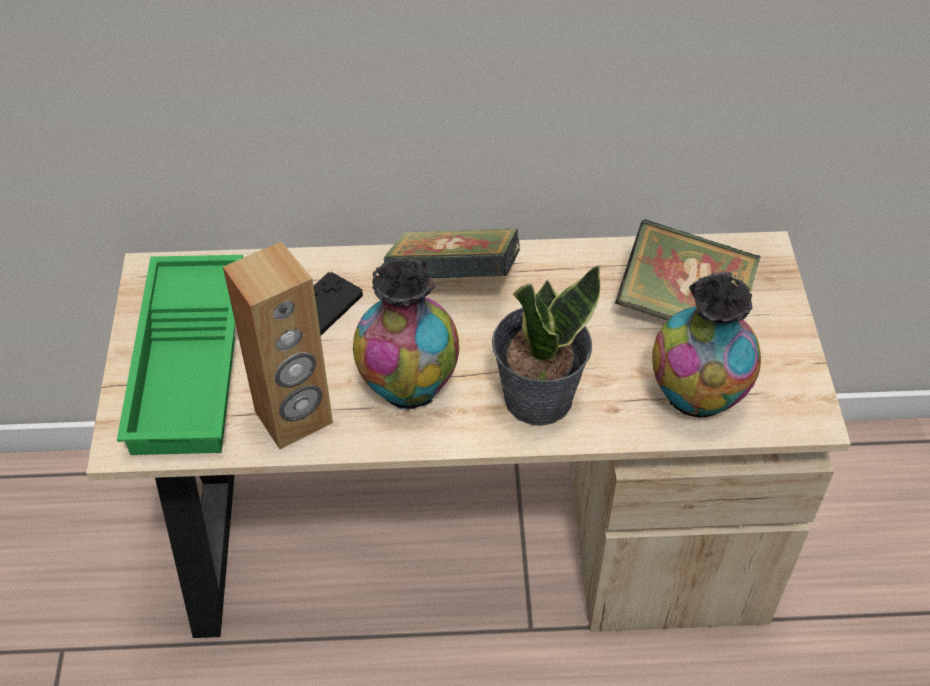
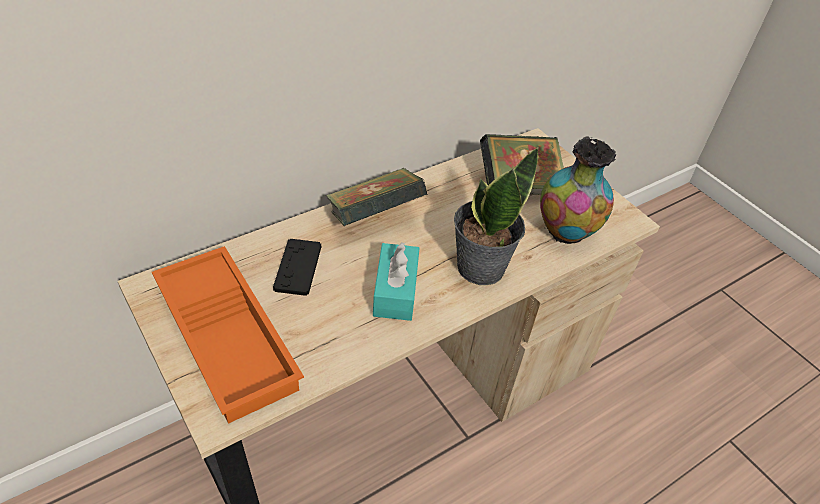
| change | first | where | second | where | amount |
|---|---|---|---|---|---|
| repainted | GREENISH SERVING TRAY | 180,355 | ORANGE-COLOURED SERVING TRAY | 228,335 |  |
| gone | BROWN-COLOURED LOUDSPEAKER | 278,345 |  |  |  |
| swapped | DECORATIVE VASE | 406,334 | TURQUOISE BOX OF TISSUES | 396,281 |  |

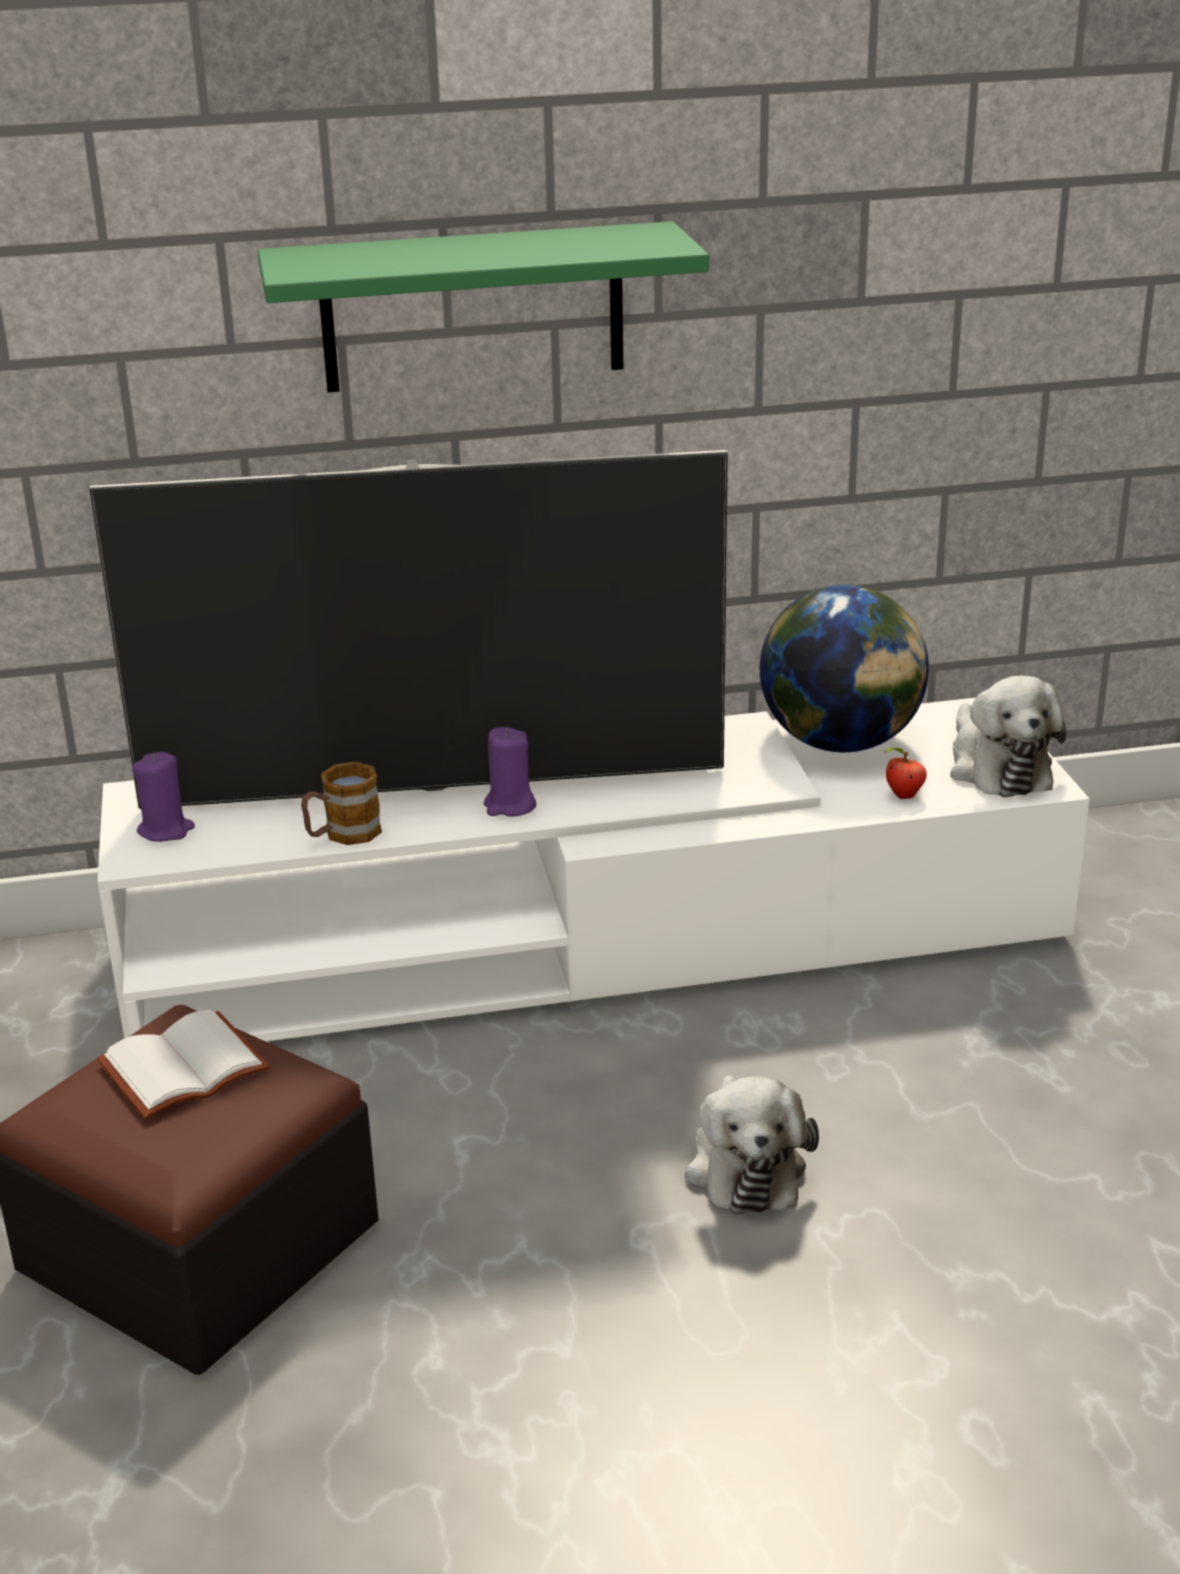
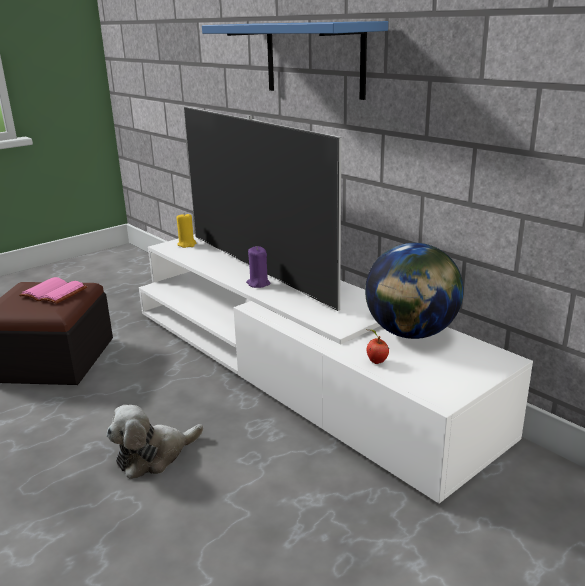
| change | first | where | second | where | amount |
|---|---|---|---|---|---|
| repainted | WHITE BOUND BOOK | 183,1064 | PINK BOUND BOOK | 53,290 |  |
| repainted | PURPLE WAX CANDLE | 163,797 | YELLOW WAX CANDLE | 187,230 |  |
| repainted | GREENISH WALL SHELF | 483,306 | BLUE-COLOURED WALL SHELF | 295,60 |  |
| gone | COFFEE MUG | 341,803 |  |  |  |
| gone | CUDDLY TOY | 1008,736 |  |  |  |

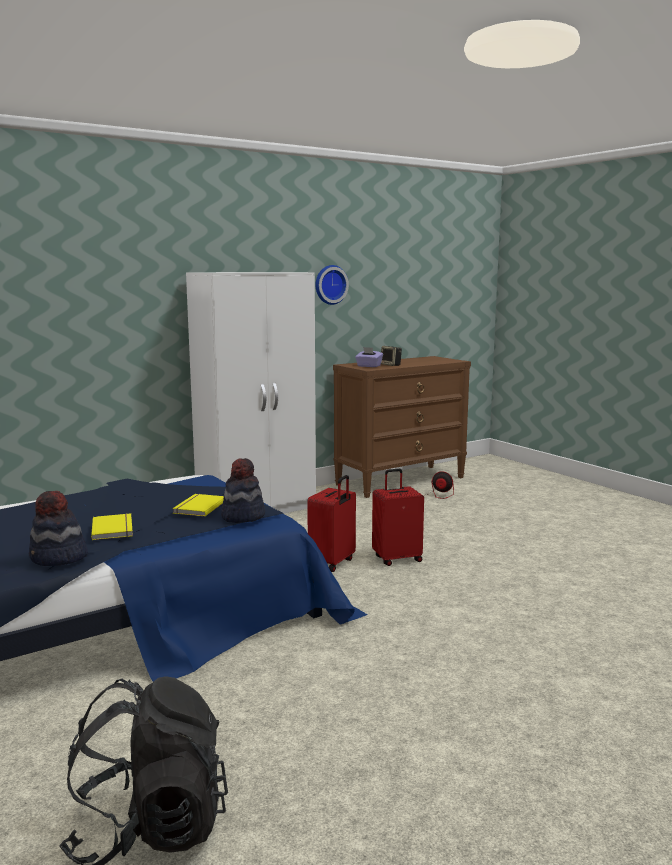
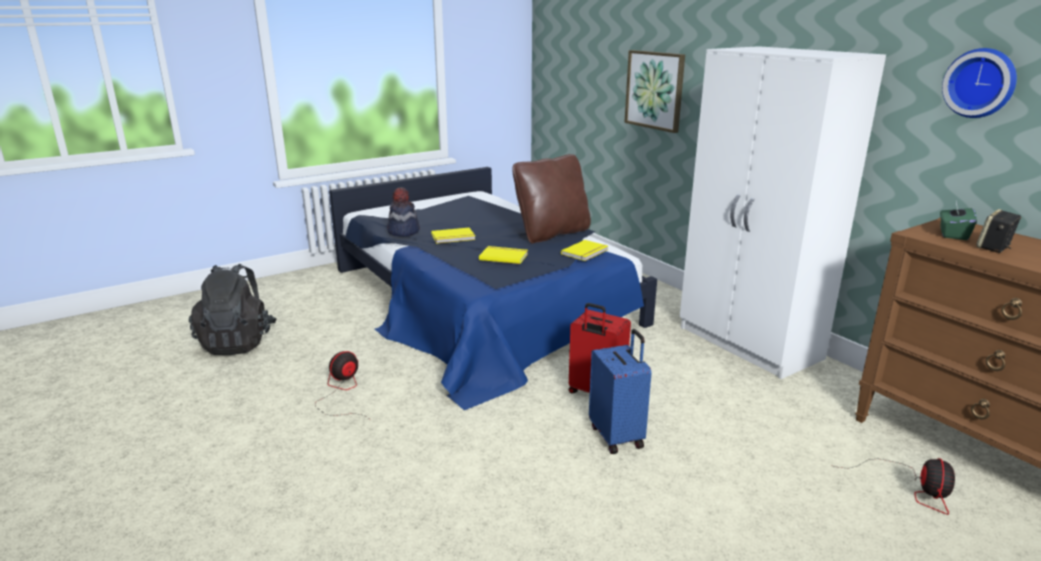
| change | first | where | second | where | amount |
|---|---|---|---|---|---|
| gone | CLOTHING HAT | 243,490 |  |  |  |
| repainted | PURPLE BOX OF TISSUES | 369,357 | GREENISH BOX OF TISSUES | 958,220 |  |
| repainted | REDDISH PIECE OF LUGGAGE | 398,517 | BLUE-COLOURED PIECE OF LUGGAGE | 620,391 |  |
| new |  |  | FAN | 343,385 |  |
| new |  |  | BROWN-COLOURED CUSHION | 552,199 |  |
| new |  |  | YELLOW BOUND BOOK | 584,250 |  |
| new |  |  | PICTURE | 654,91 |  |

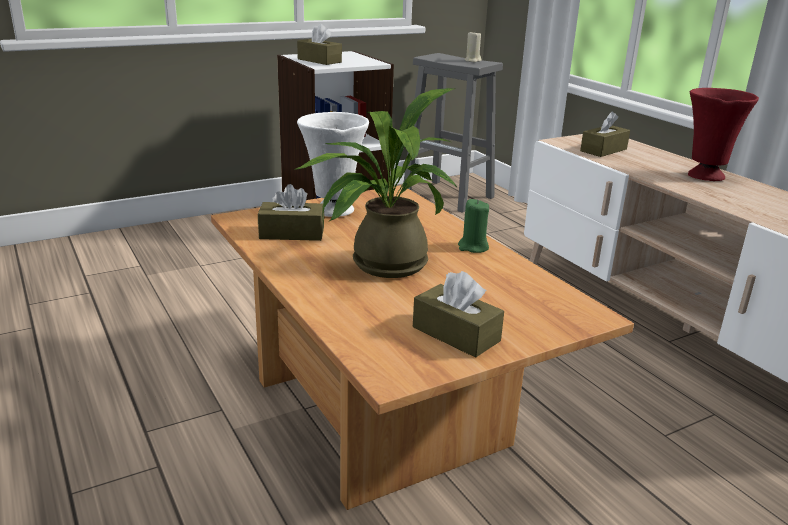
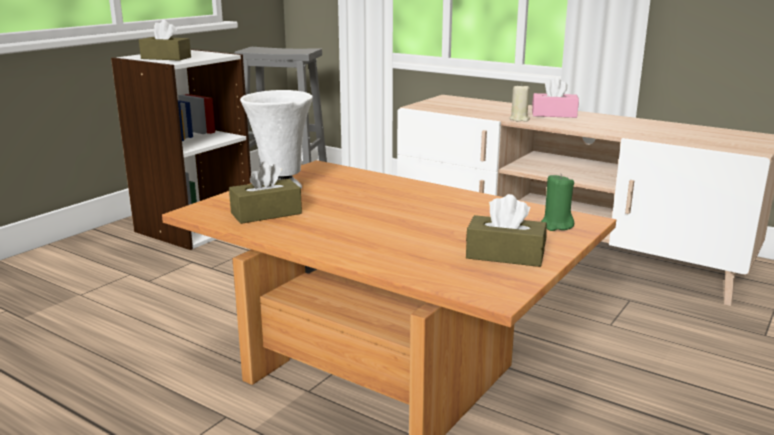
| change | first | where | second | where | amount |
|---|---|---|---|---|---|
| gone | PLANT IN A POT | 375,183 |  |  |  |
| shifted | GREENISH WAX CANDLE | 473,226 |  | 557,202 |  |
| shifted | SAND-COLOURED WAX CANDLE | 472,46 |  | 519,102 |  |
| gone | BROWN-COLOURED BOX OF TISSUES | 605,134 |  |  |  |
| swapped | REDDISH DECORATIVE VASE | 723,134 | PINK BOX OF TISSUES | 555,97 |  |

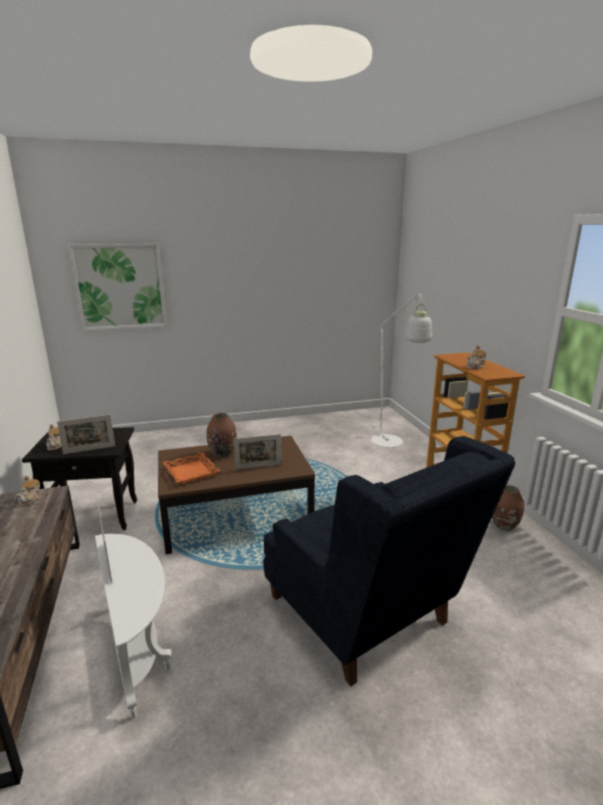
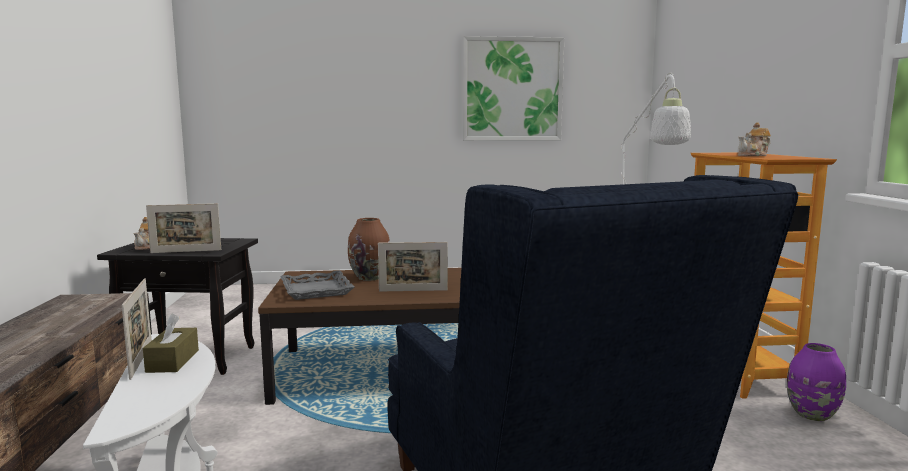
| change | first | where | second | where | amount |
|---|---|---|---|---|---|
| gone | TEAPOT | 28,491 |  |  |  |
| shifted | PICTURE | 117,287 |  | 513,88 |  |
| repainted | ORANGE-COLOURED SERVING TRAY | 191,468 | GREYISH SERVING TRAY | 317,285 |  |
| repainted | BROWN-COLOURED DECORATIVE VASE | 508,508 | PURPLE DECORATIVE VASE | 816,382 |  |
| new |  |  | BROWN-COLOURED BOX OF TISSUES | 171,343 |  |

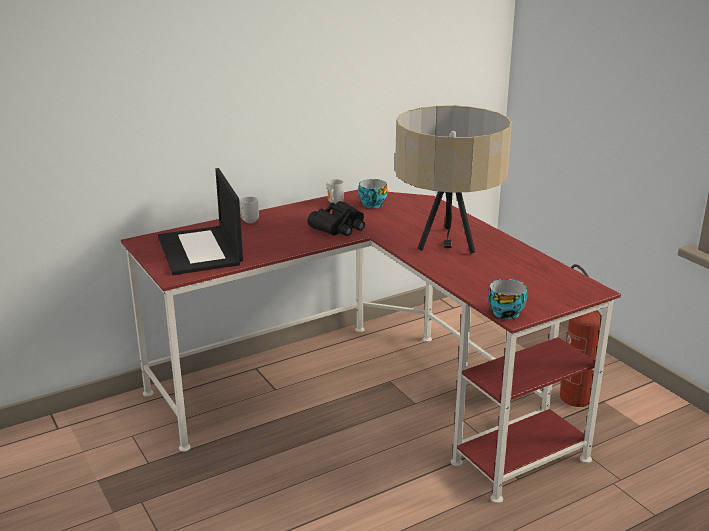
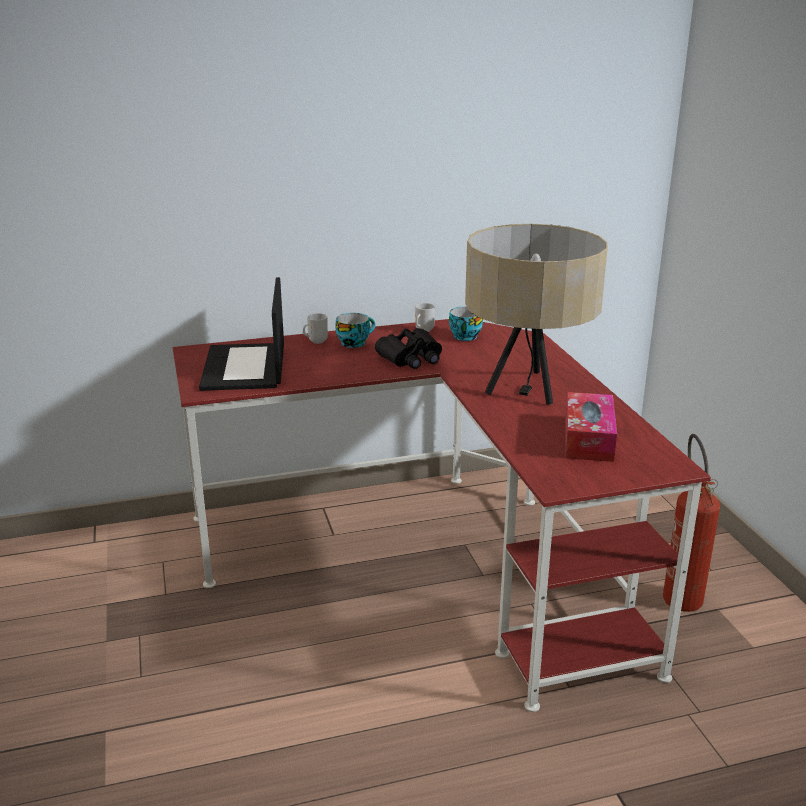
| change | first | where | second | where | amount |
|---|---|---|---|---|---|
| shifted | CUP | 507,299 |  | 355,330 |  |
| new |  |  | BOX OF TISSUES | 591,427 |  |

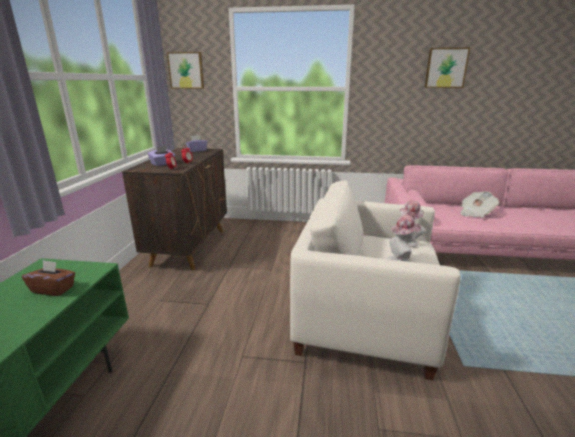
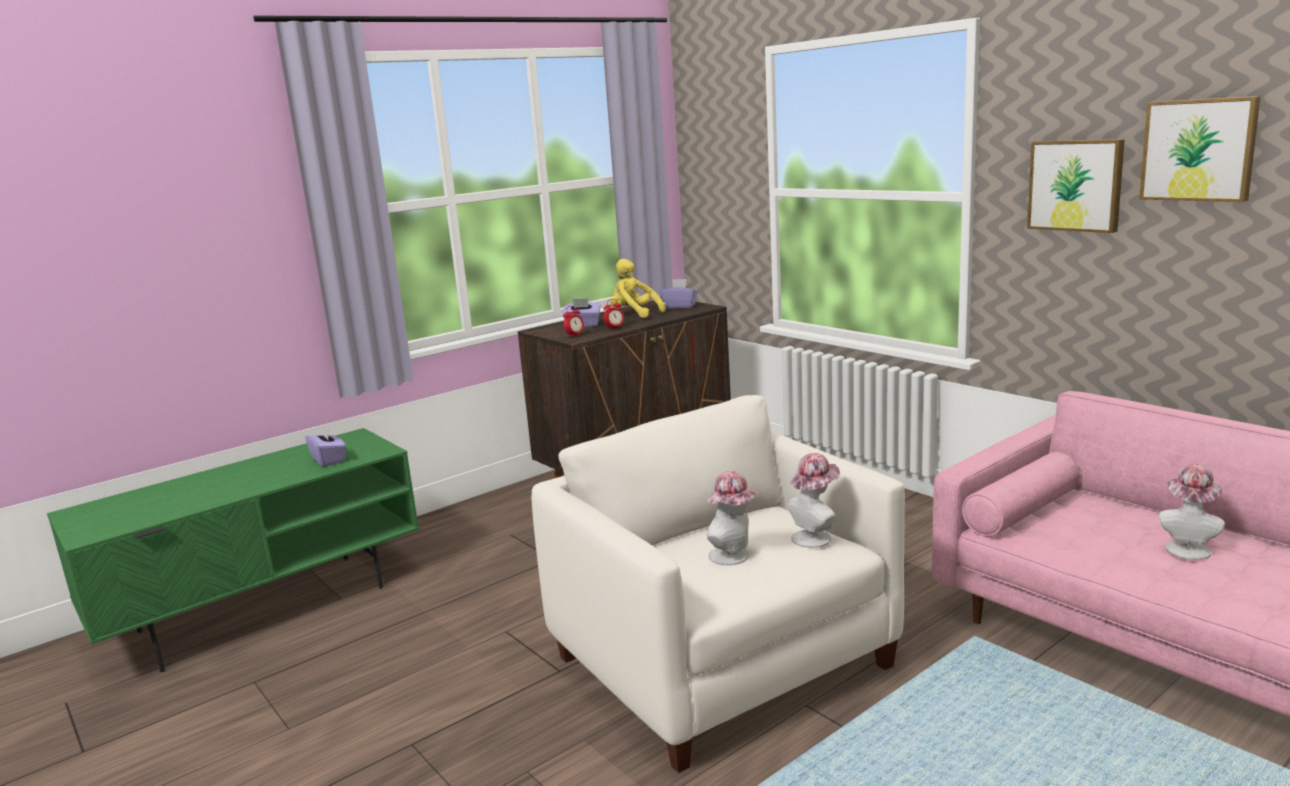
| change | first | where | second | where | amount |
|---|---|---|---|---|---|
| repainted | BROWN-COLOURED BOX OF TISSUES | 48,278 | PURPLE BOX OF TISSUES | 325,446 |  |
| shifted | PICTURE | 185,70 |  | 1076,186 |  |
| swapped | PRINTED PAPER | 479,204 | CLOTHING HAT | 1192,512 |  |
| new |  |  | YELLOW CUDDLY TOY | 638,288 |  |

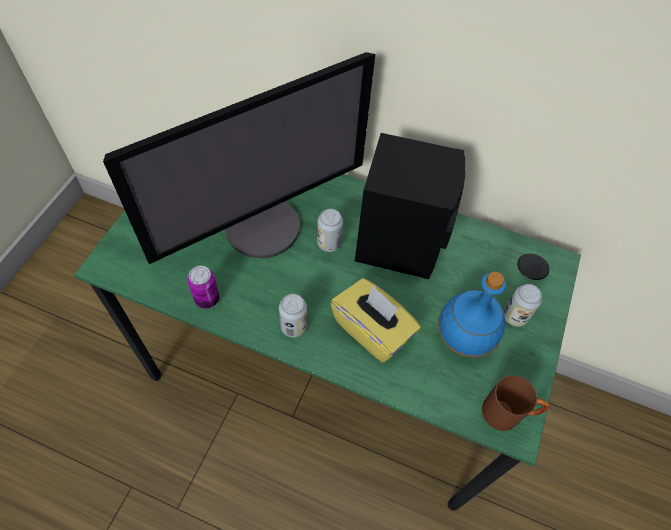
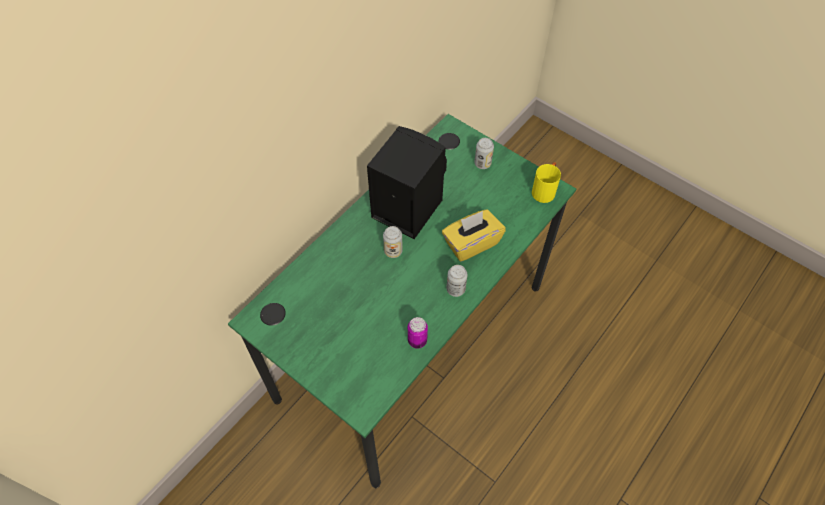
| change | first | where | second | where | amount |
|---|---|---|---|---|---|
| gone | COMPUTER SCREEN | 239,158 |  |  |  |
| gone | BLUE-COLOURED BEVERAGE BOTTLE | 472,315 |  |  |  |
| repainted | BROWN-COLOURED COFFEE MUG | 516,403 | YELLOW COFFEE MUG | 546,182 |  |

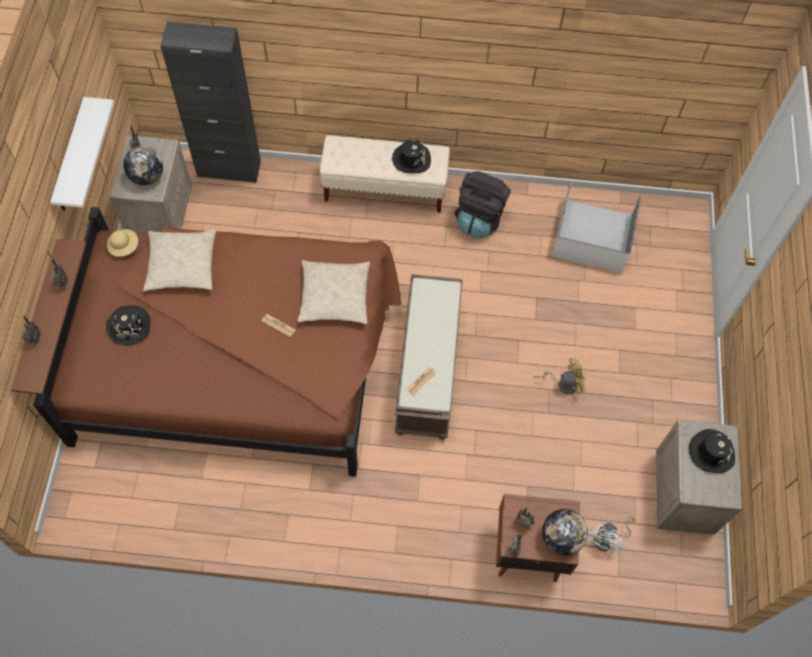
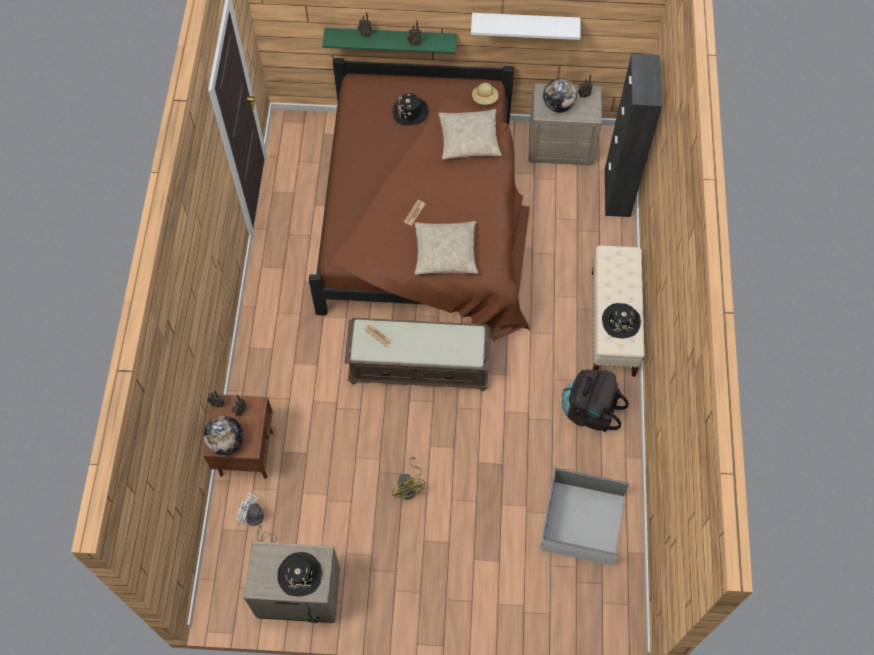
| change | first | where | second | where | amount |
|---|---|---|---|---|---|
| repainted | BROWN-COLOURED WALL SHELF | 49,317 | GREENISH WALL SHELF | 389,41 |  |

